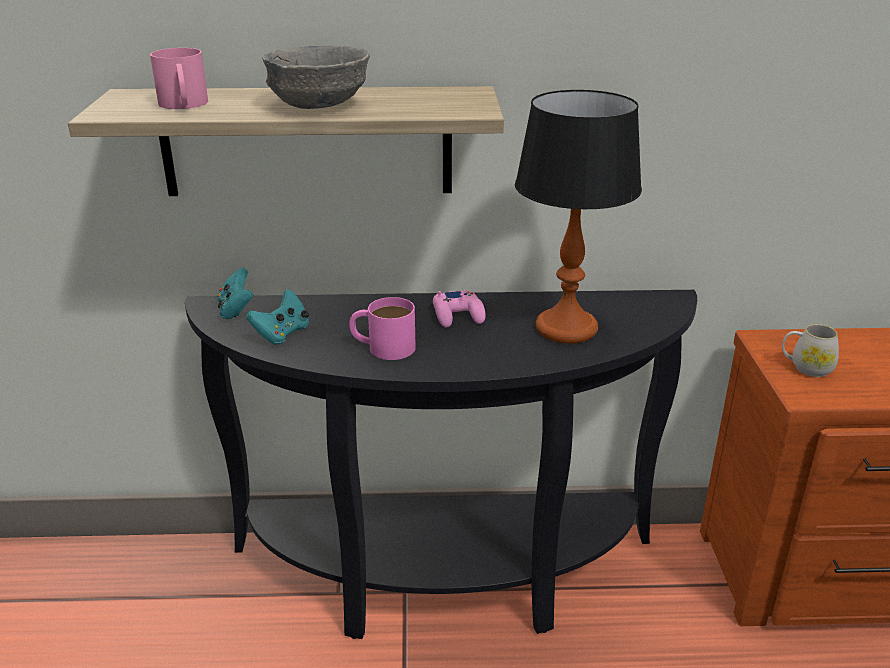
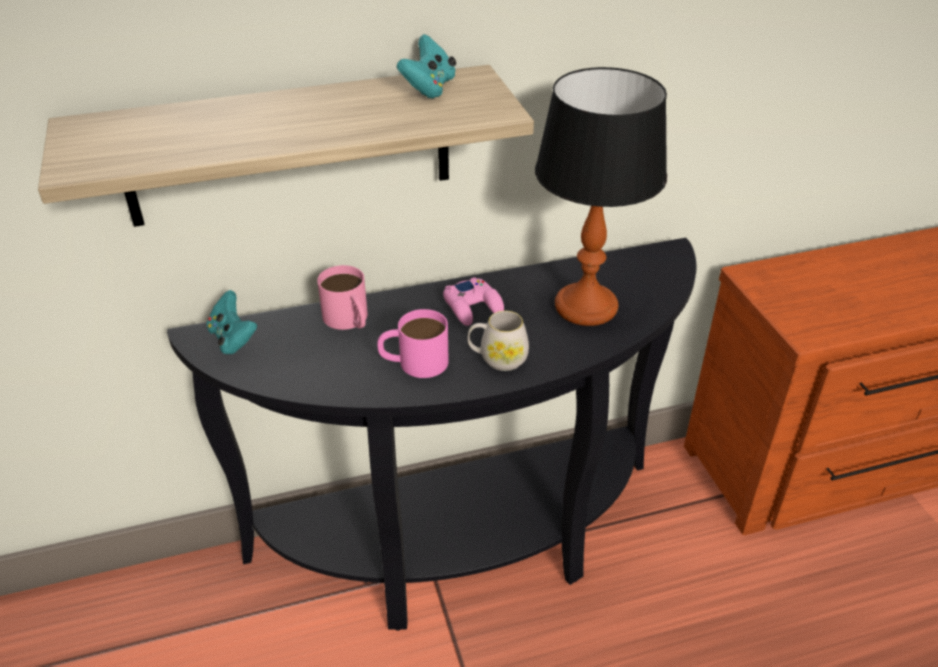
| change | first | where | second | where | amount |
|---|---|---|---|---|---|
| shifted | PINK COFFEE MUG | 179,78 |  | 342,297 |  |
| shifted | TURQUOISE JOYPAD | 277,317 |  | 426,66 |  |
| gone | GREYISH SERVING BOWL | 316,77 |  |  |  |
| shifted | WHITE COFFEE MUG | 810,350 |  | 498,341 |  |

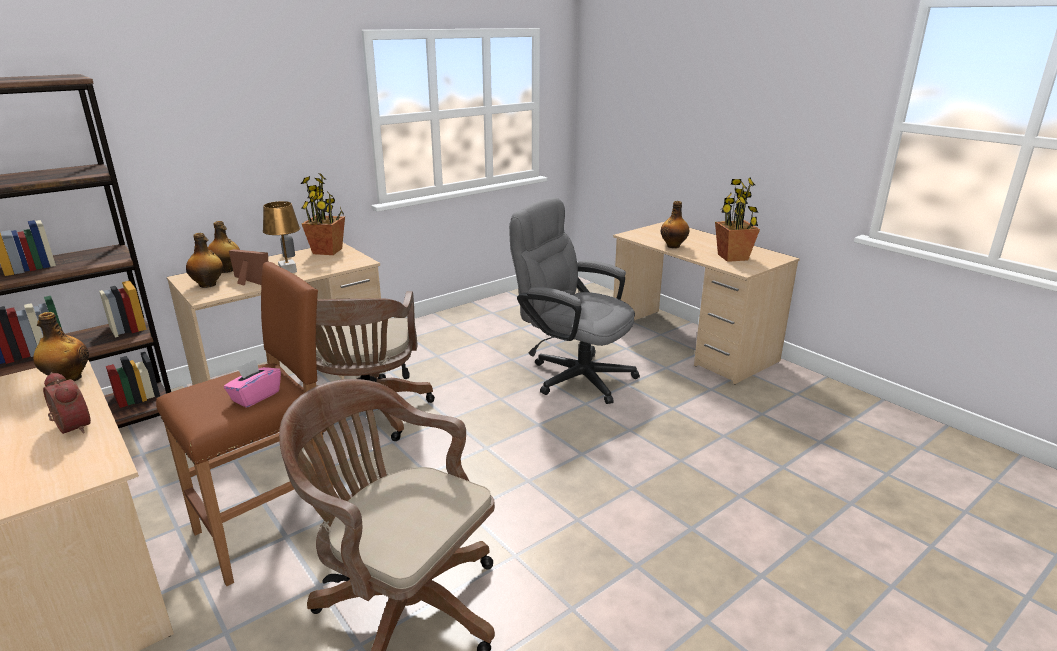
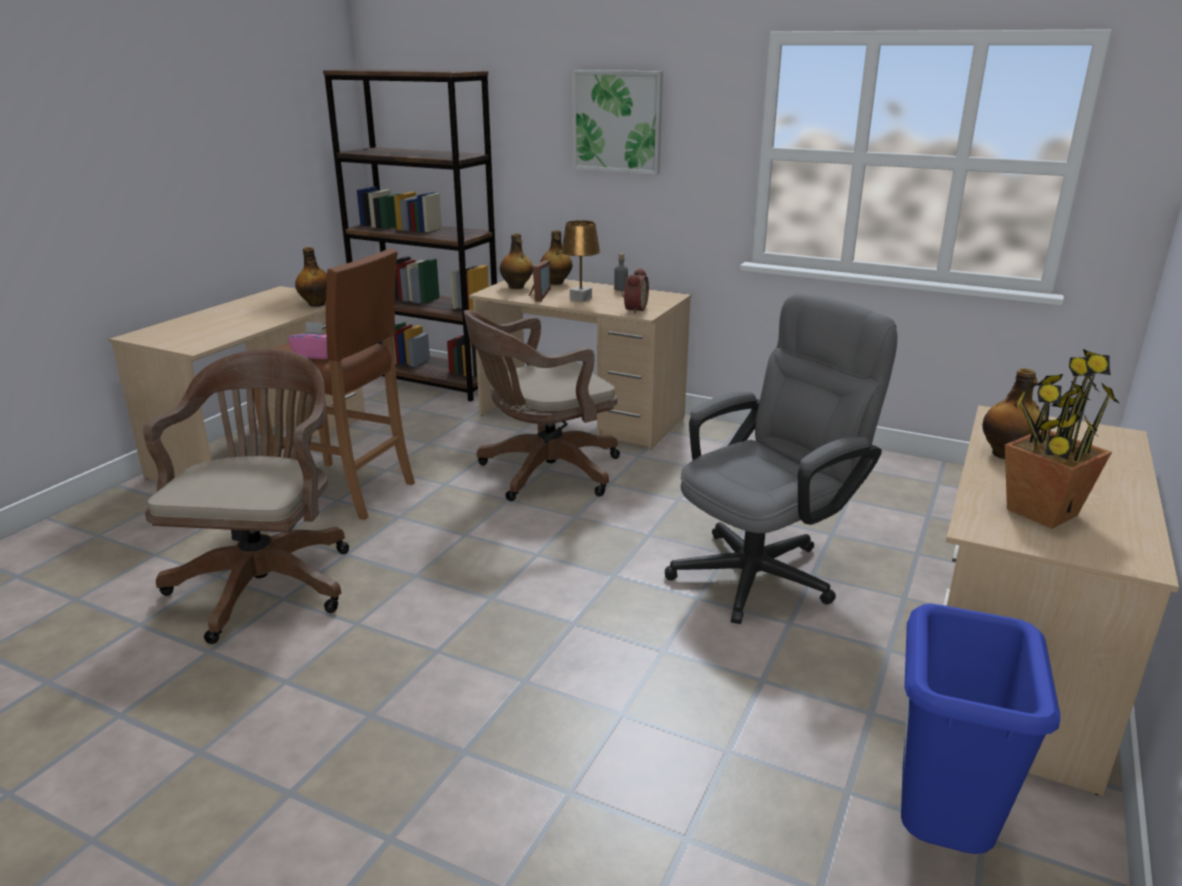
| change | first | where | second | where | amount |
|---|---|---|---|---|---|
| shifted | ALARM CLOCK | 67,403 |  | 635,291 |  |
| gone | PLANT IN A POT | 323,214 |  |  |  |
| rotated | GREYISH COMPUTER CHAIR | 574,301 |  | 781,458 | 45 degrees clockwise |
| new |  |  | PICTURE | 617,122 |  |
| new |  |  | BLUE-COLOURED RUBBISH BIN | 980,729 |  |

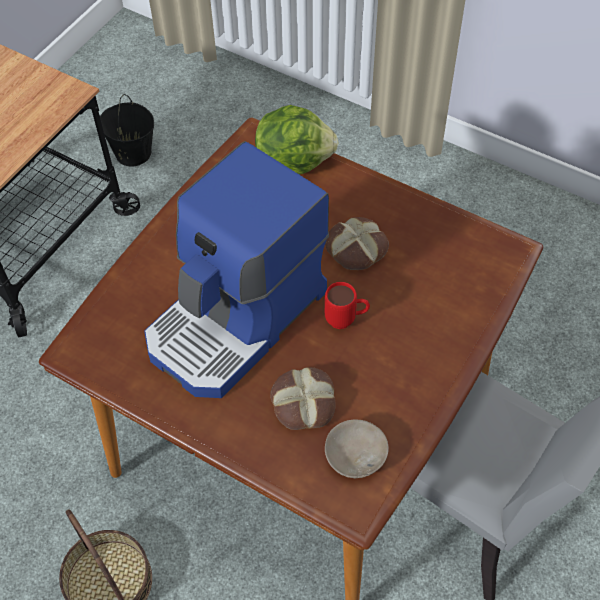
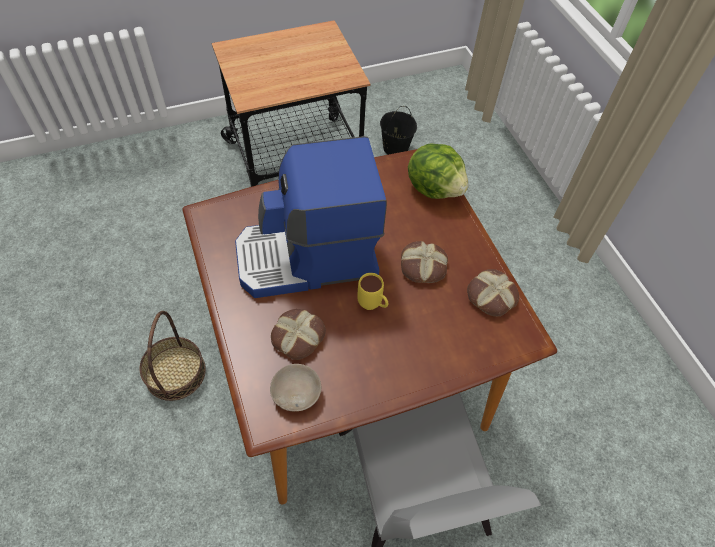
| change | first | where | second | where | amount |
|---|---|---|---|---|---|
| repainted | REDDISH COFFEE MUG | 347,305 | YELLOW COFFEE MUG | 372,291 |  |
| new |  |  | BAKED BREAD | 493,293 |  |

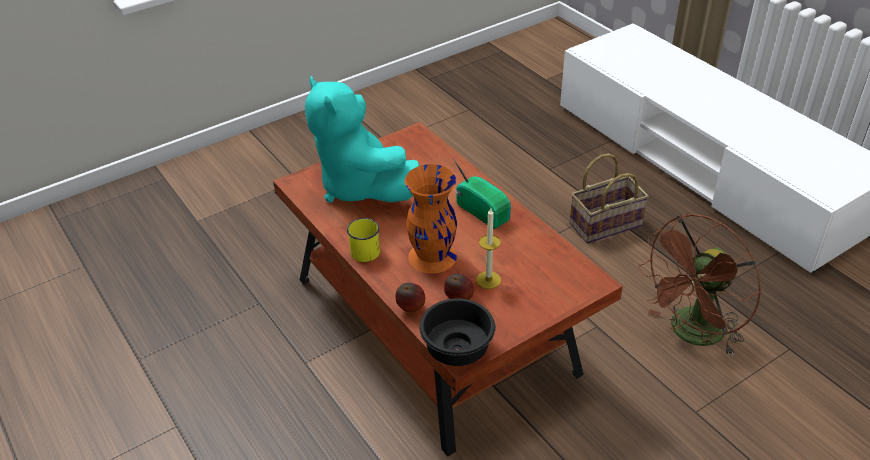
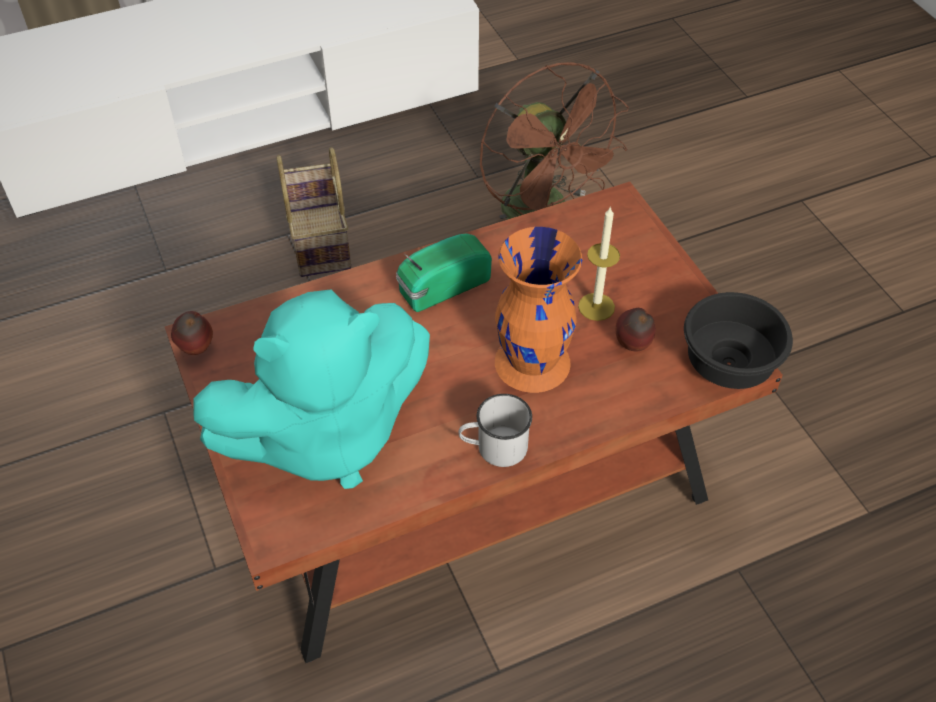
| change | first | where | second | where | amount |
|---|---|---|---|---|---|
| repainted | YELLOW COFFEE MUG | 363,240 | WHITE COFFEE MUG | 495,430 |  |
| shifted | APPLE FRUIT | 410,298 |  | 192,333 |  |

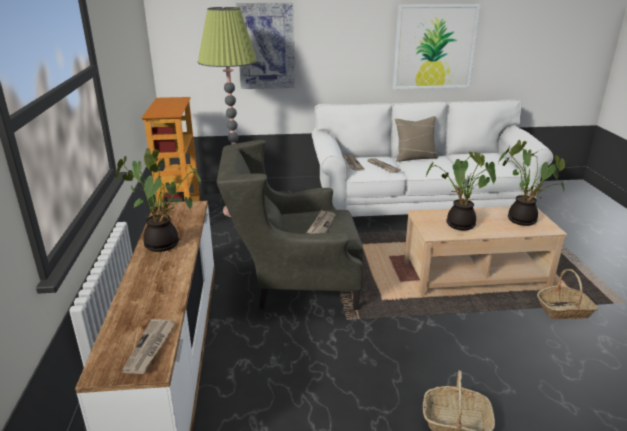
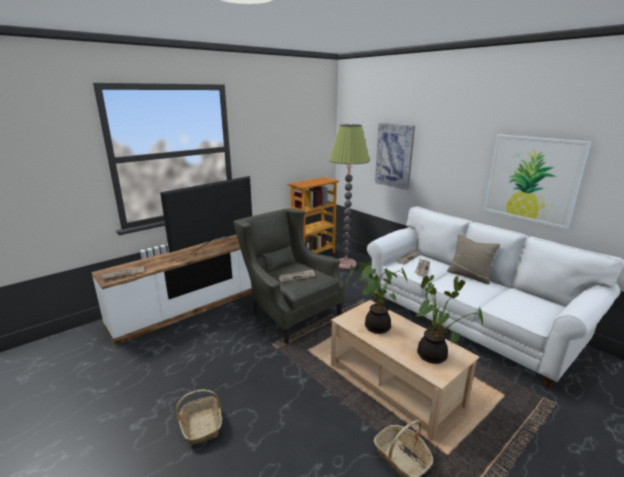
| change | first | where | second | where | amount |
|---|---|---|---|---|---|
| swapped | PLANT IN A POT | 158,200 | TV | 206,215 |  |

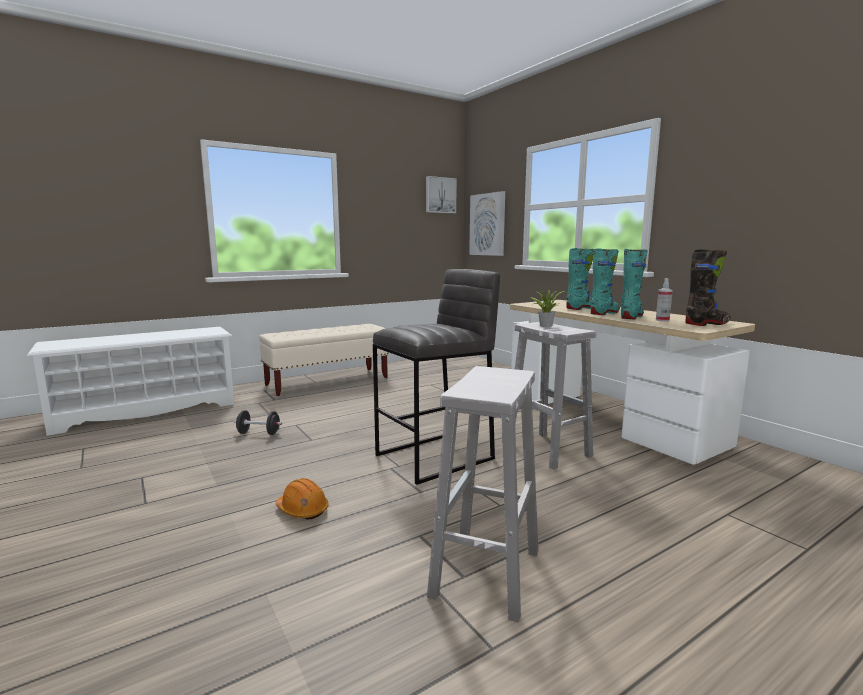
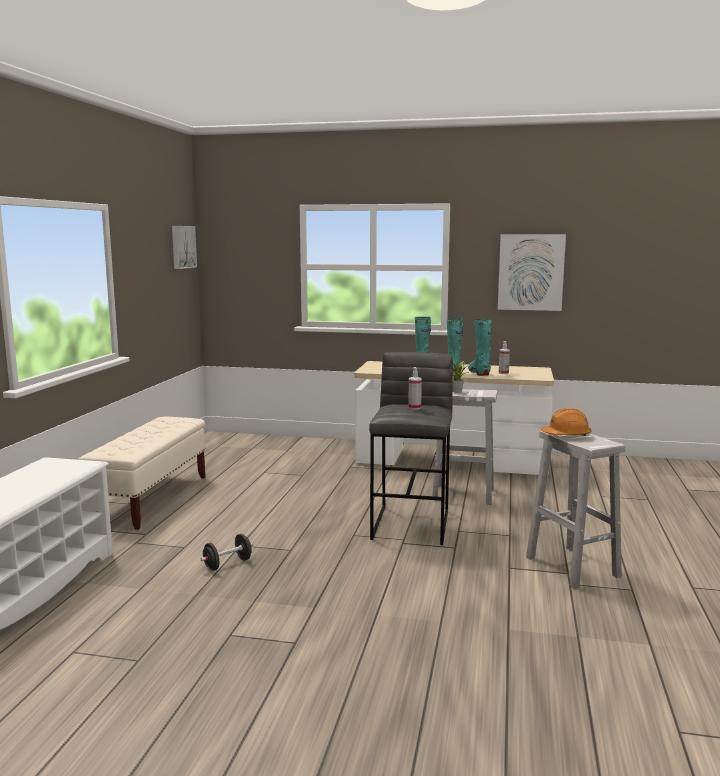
| change | first | where | second | where | amount |
|---|---|---|---|---|---|
| shifted | ORANGE-COLOURED WORK HELMET | 302,499 |  | 566,422 |  |
| shifted | PICTURE | 487,223 |  | 532,272 |  |
| gone | BLACK-COLOURED BOOT | 708,287 |  |  |  |
| new |  |  | SPRAY BOTTLE | 415,388 |  |

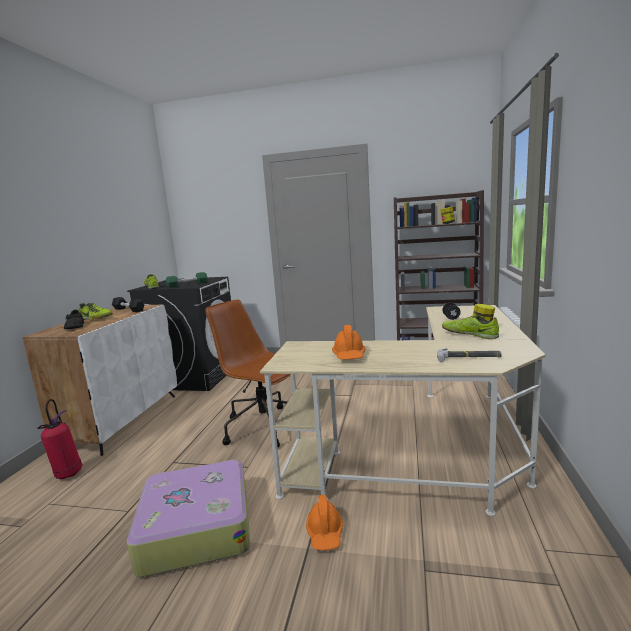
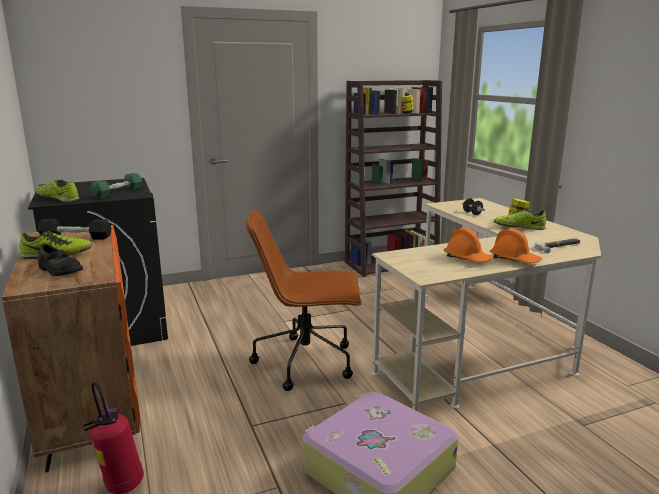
| change | first | where | second | where | amount |
|---|---|---|---|---|---|
| repainted | WHITE CUPBOARD | 100,380 | ORANGE-COLOURED CUPBOARD | 71,348 |  |
| shifted | ORANGE-COLOURED WORK HELMET | 324,523 |  | 516,246 |  |

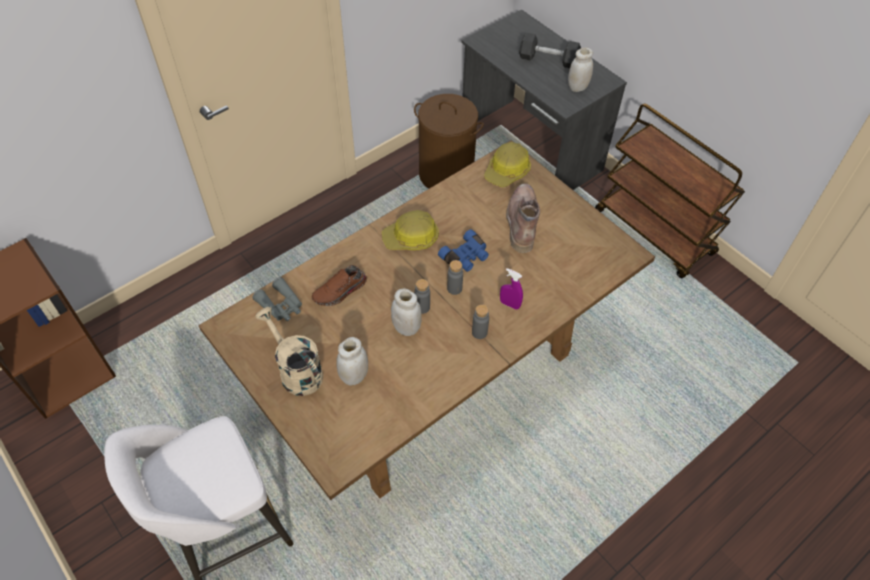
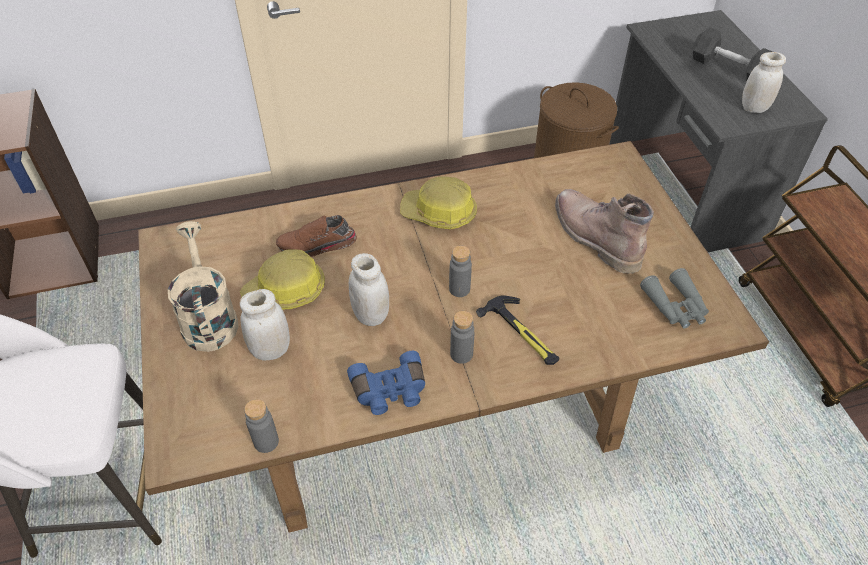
| change | first | where | second | where | amount |
|---|---|---|---|---|---|
| shifted | GREYISH BINOCULARS | 277,299 |  | 674,298 |  |
| shifted | GREYISH BEVERAGE BOTTLE | 422,296 |  | 261,426 |  |
| shifted | BLUE-COLOURED BINOCULARS | 463,250 |  | 386,383 |  |
| shifted | WORK HELMET | 507,164 |  | 282,279 |  |
| swapped | PURPLE SPRAY BOTTLE | 511,289 | HAND HAMMER | 518,330 |  |
| rotated | BROWN-COLOURED BOOT | 523,218 |  | 604,231 | 60 degrees counterclockwise |

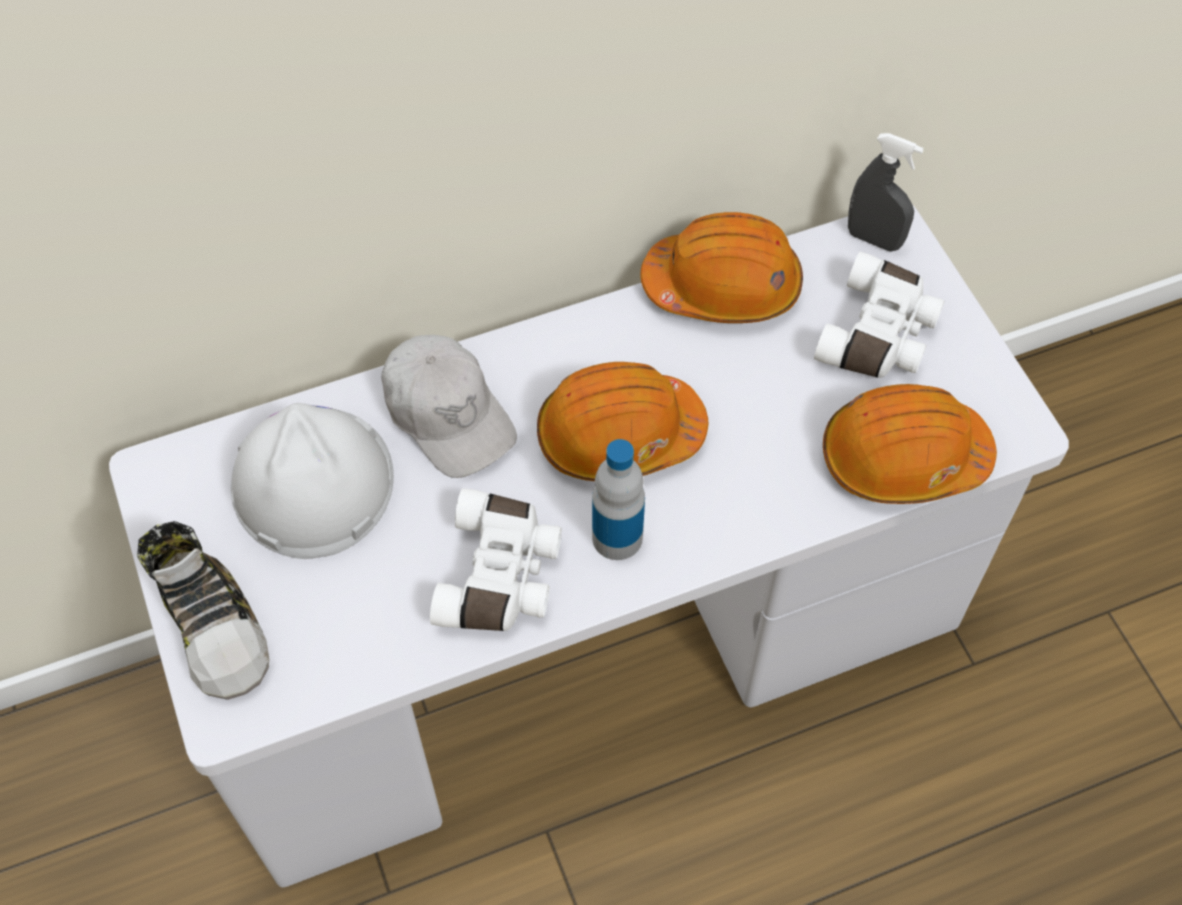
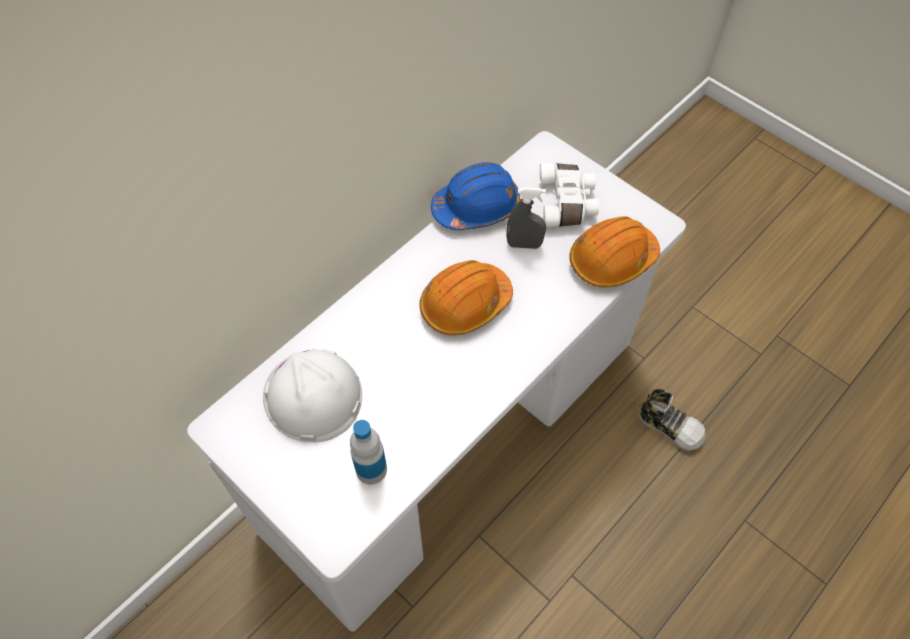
| change | first | where | second | where | amount |
|---|---|---|---|---|---|
| shifted | SHOE | 203,610 |  | 672,420 |  |
| gone | WHITE CAP | 449,406 |  |  |  |
| gone | WHITE BINOCULARS | 496,559 |  |  |  |
| shifted | BEVERAGE BOTTLE | 618,499 |  | 368,452 |  |
| repainted | ORANGE-COLOURED WORK HELMET | 722,267 | BLUE-COLOURED WORK HELMET | 475,196 |  |
| shifted | GREYISH SPRAY BOTTLE | 886,192 |  | 526,218 |  |

